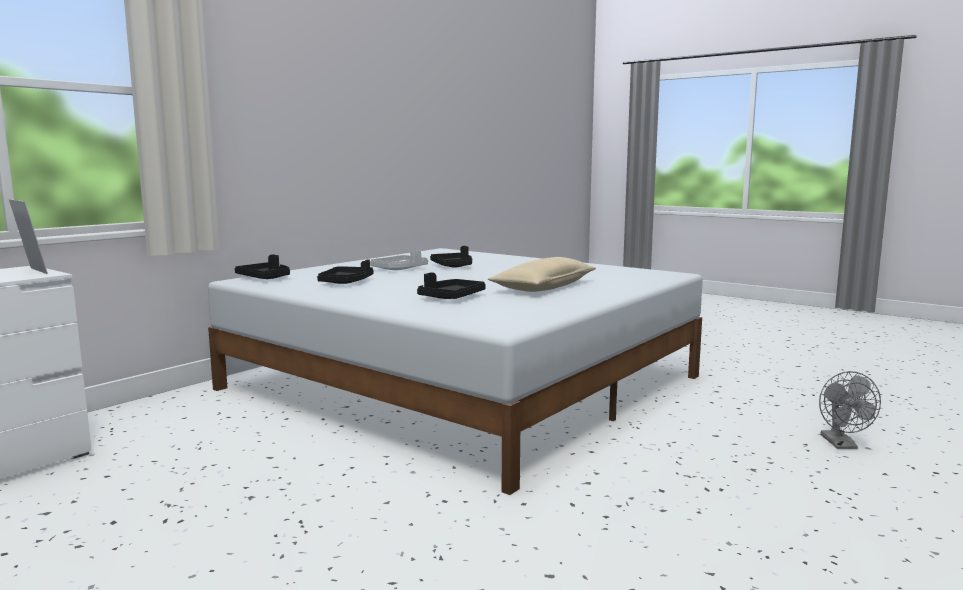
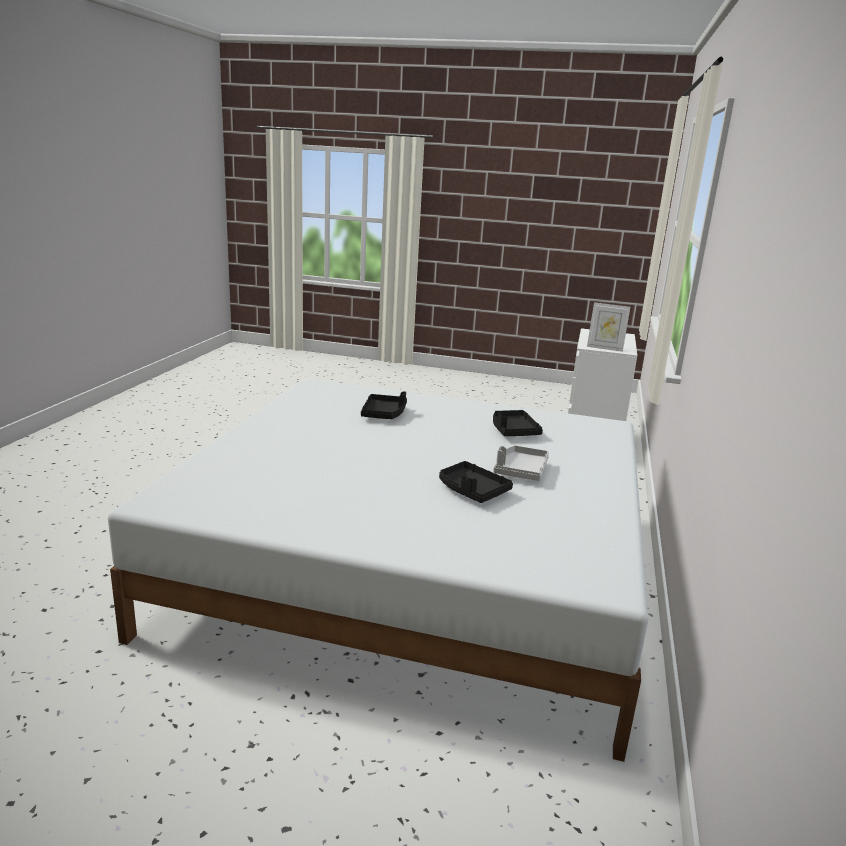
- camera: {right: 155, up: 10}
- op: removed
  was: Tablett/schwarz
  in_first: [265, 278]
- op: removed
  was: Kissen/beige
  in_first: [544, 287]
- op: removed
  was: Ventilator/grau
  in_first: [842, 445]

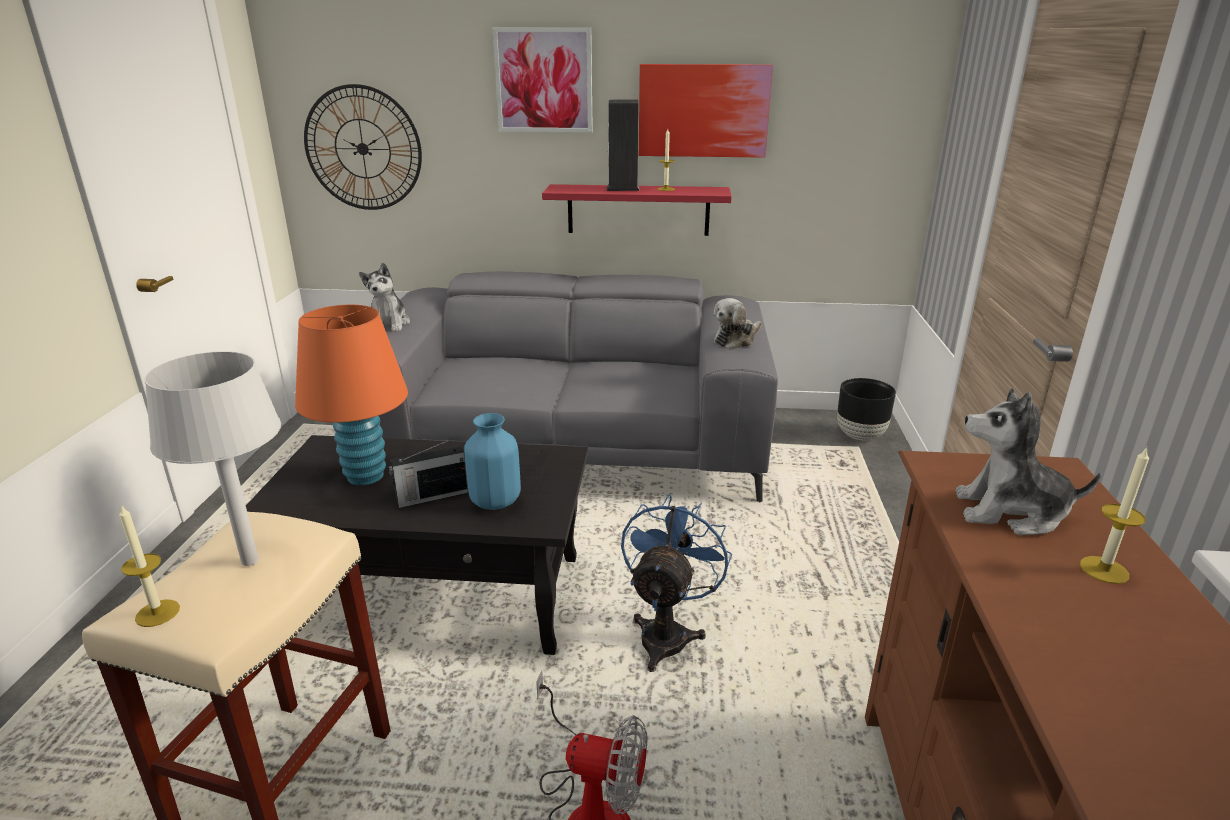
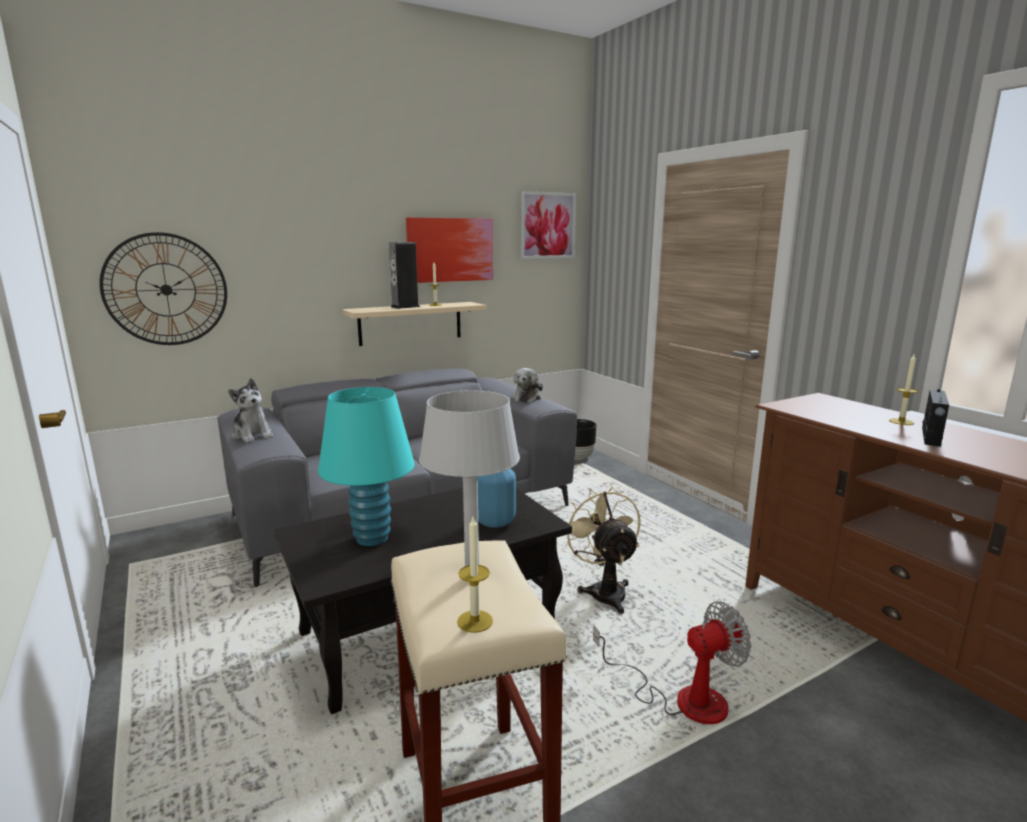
- camera: {right: -35, up: -10}
- op: recoloured
  was: Tischlampe/orange
  now: Tischlampe/türkis
  in_first: [366, 476]
  in_second: [372, 538]
- op: recoloured
  was: Wandregal/rot
  now: Wandregal/beige
  in_first: [638, 210]
  in_second: [410, 323]
- op: moved
  was: Bild
  in_first: [544, 81]
  in_second: [547, 225]
- op: recoloured
  was: Ventilator/blau
  now: Ventilator/beige
  in_first: [667, 633]
  in_second: [604, 591]
- op: moved
  was: Radio
  in_first: [430, 496]
  in_second: [930, 437]
- op: removed
  was: Plüschtier
  in_first: [1010, 512]

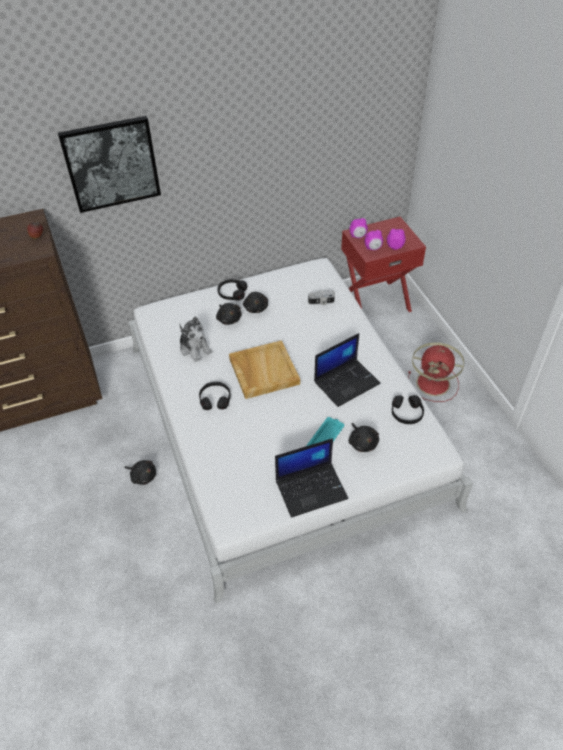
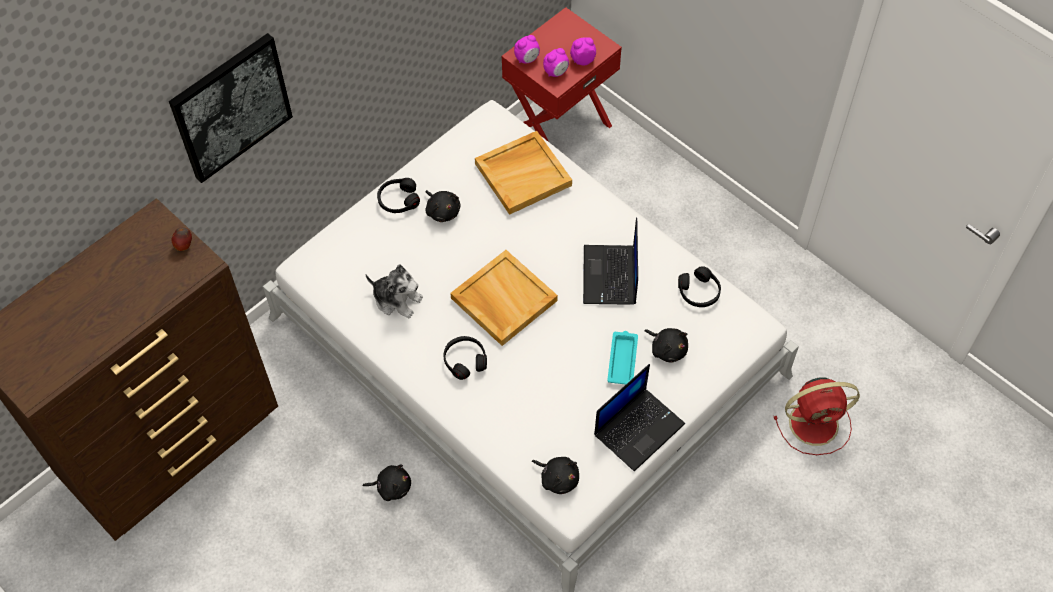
- camera: {right: -25, up: 10}
- op: replaced
  was: Kamera
  now: Tablett/beige
  in_first: [321, 302]
  in_second: [523, 174]
- op: moved
  was: Plüschtier/schwarz
  in_first: [229, 319]
  in_second: [558, 478]
- op: turned
  was: Laptop
  in_first: [347, 382]
  in_second: [610, 276]
  clockwise: 150
- op: moved
  was: Ventilator/rot
  in_first: [434, 383]
  in_second: [816, 423]

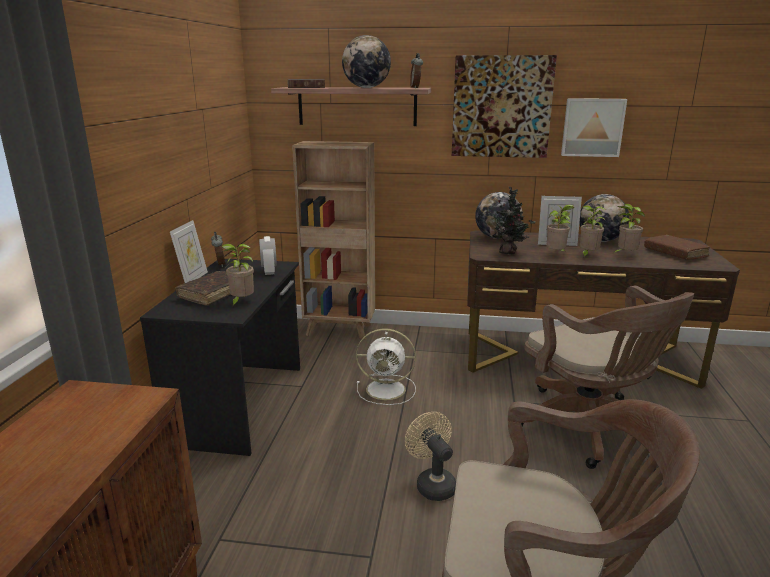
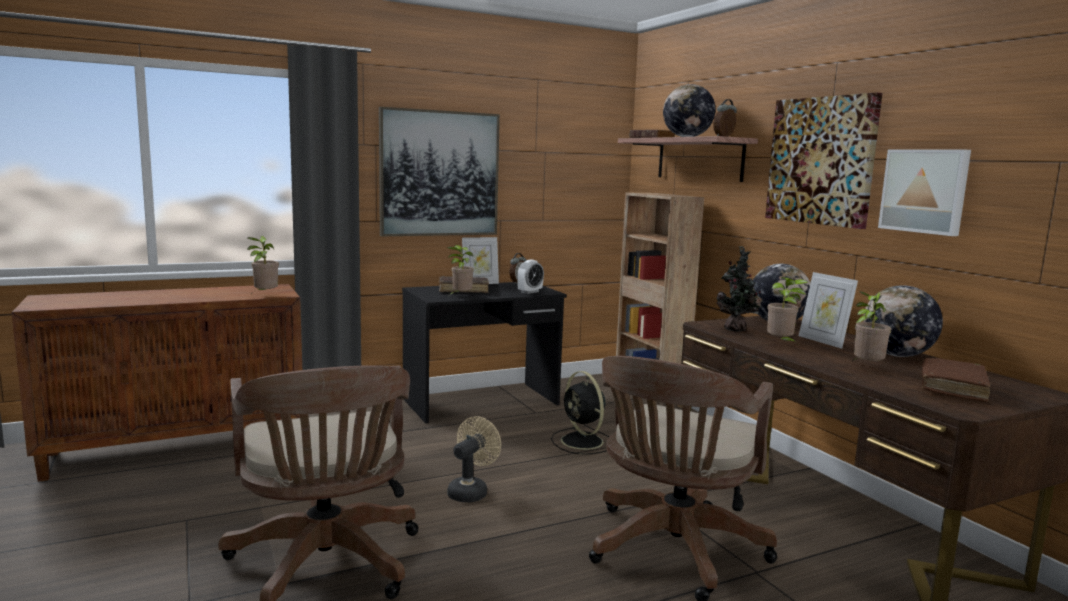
- camera: {right: 55, up: -10}
- op: moved
  was: Topfpflanze
  in_first: [587, 255]
  in_second: [264, 295]
- op: added
  now: Bild
  in_second: [439, 173]
- op: recoloured
  was: Ventilator/weiß
  now: Ventilator/schwarz
  in_first: [387, 389]
  in_second: [583, 442]

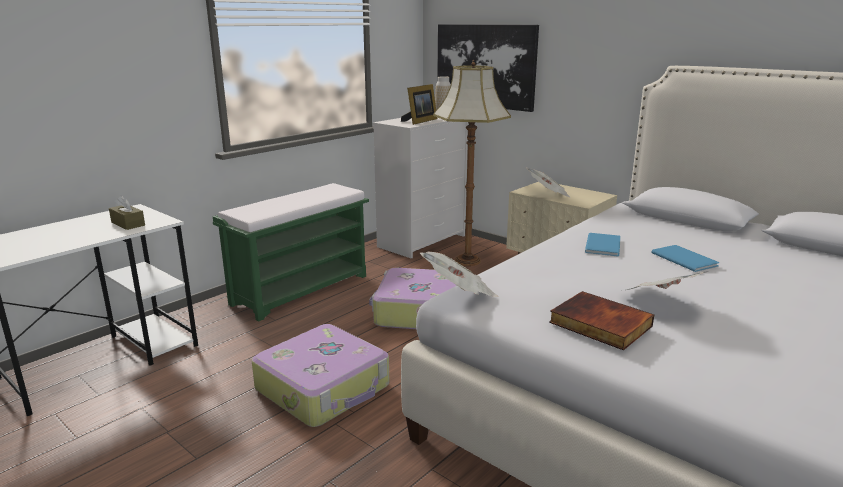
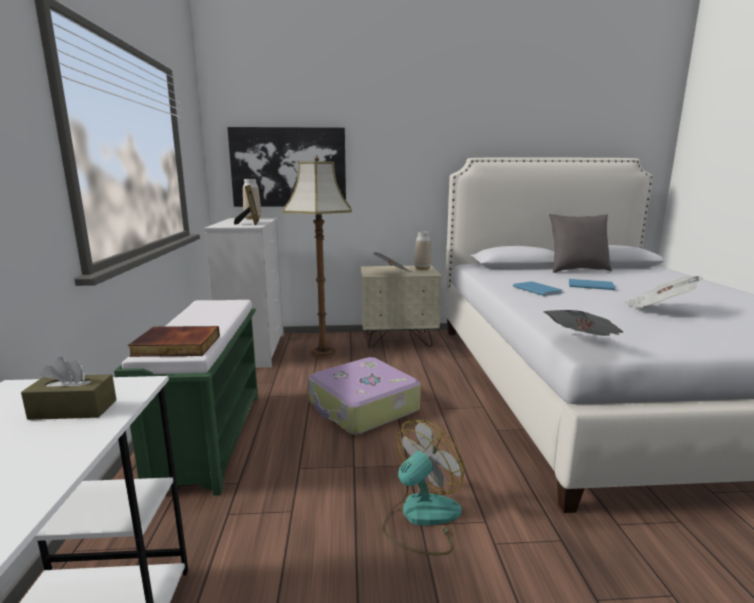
- camera: {right: -45, up: -5}
- op: moved
  was: Buch
  in_first: [599, 324]
  in_second: [176, 346]
- op: replaced
  was: Koffer
  now: Ventilator
  in_first: [324, 388]
  in_second: [421, 518]
- op: added
  now: Vase
  in_second: [422, 269]
- op: added
  now: Kissen/grau
  in_second: [576, 270]

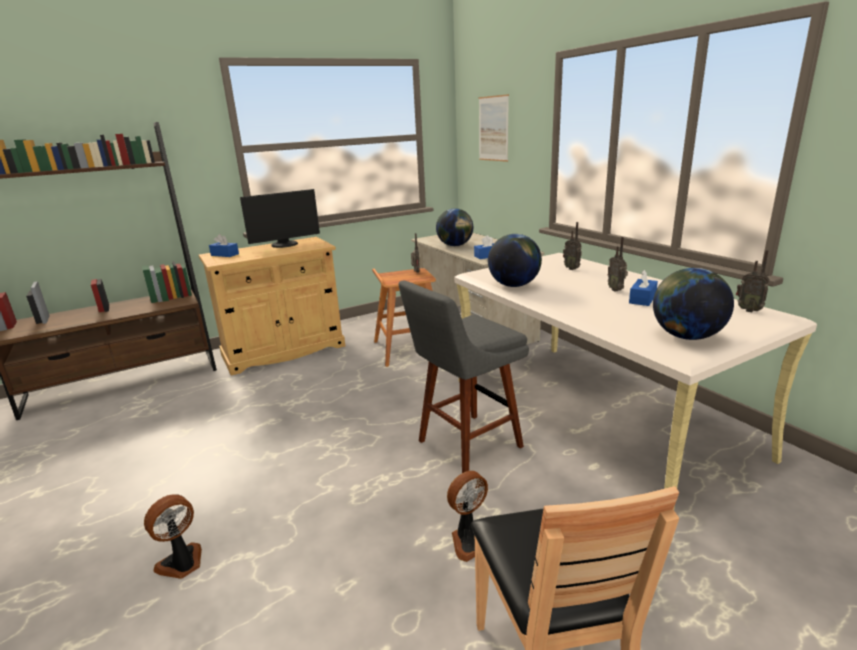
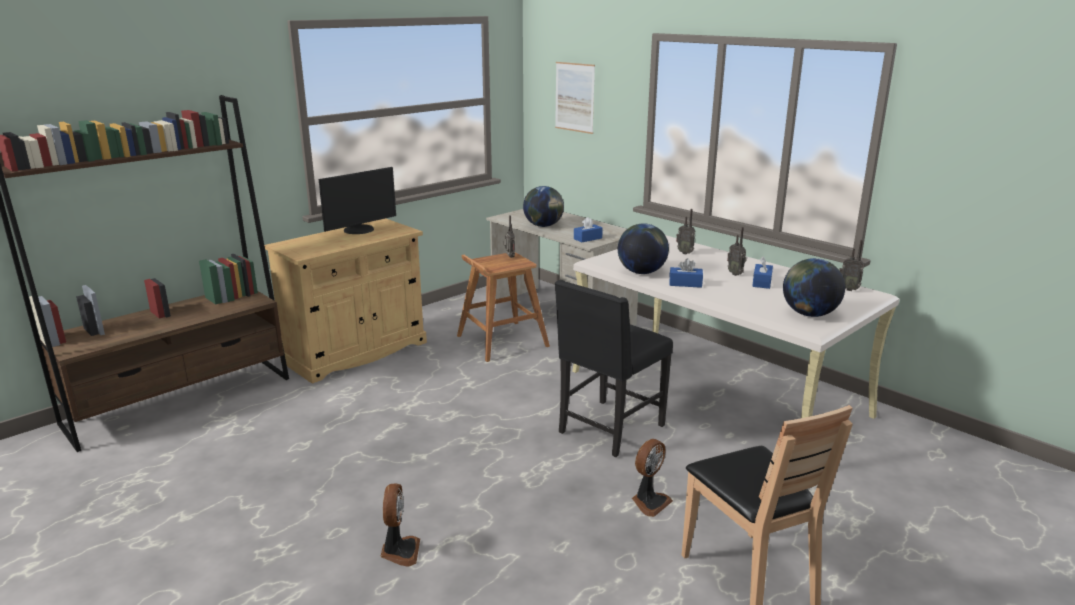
- camera: {right: -15, up: 0}
- op: turned
  was: Ventilator
  in_first: [182, 564]
  in_second: [399, 551]
  clockwise: 150
- op: replaced
  was: Hocker/grau
  now: Stuhl/schwarz
  in_first: [465, 446]
  in_second: [609, 429]
- op: moved
  was: Taschentuchbox/blau
  in_first: [225, 254]
  in_second: [685, 283]

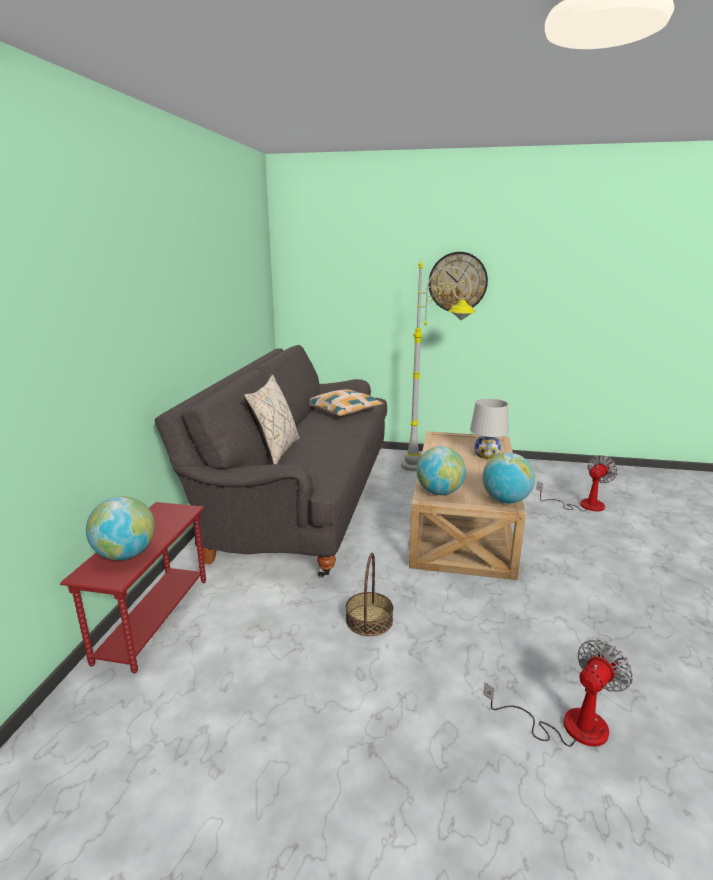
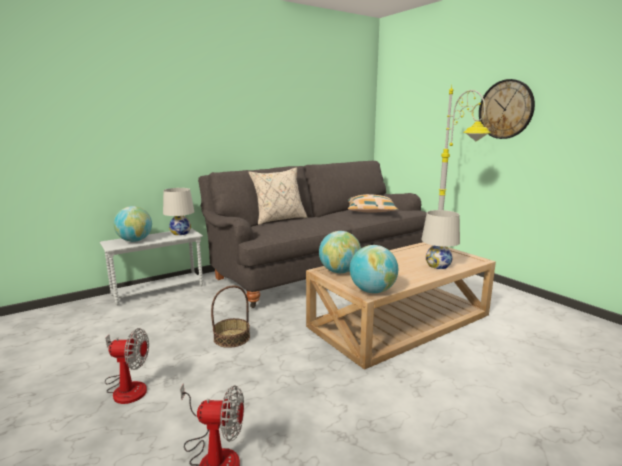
- camera: {right: 45, up: -5}
- op: recoloured
  was: Beistelltisch/rot
  now: Beistelltisch/weiß
  in_first: [153, 619]
  in_second: [158, 290]
- op: moved
  was: Ventilator
  in_first: [582, 505]
  in_second: [127, 387]
- op: added
  now: Tischlampe/weiß
  in_second: [180, 233]

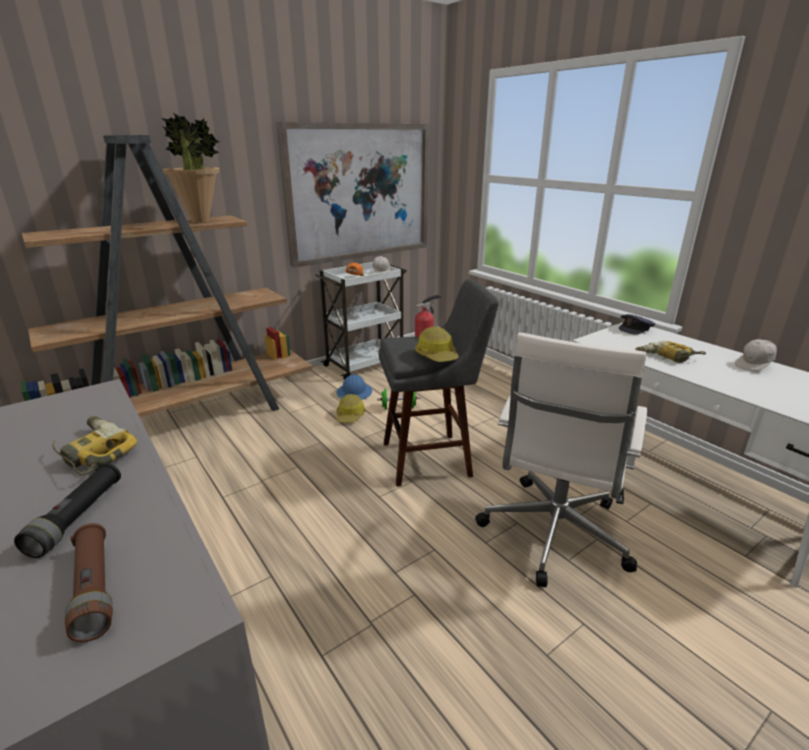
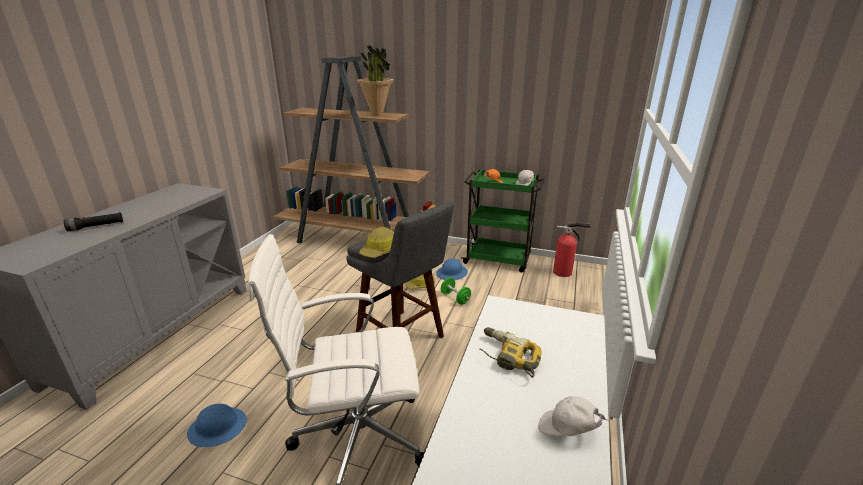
- camera: {right: 55, up: 0}
- op: added
  now: Schutzhelm/blau
  in_second: [218, 427]
- op: recoloured
  was: Rollwagen/weiß
  now: Rollwagen/grün
  in_first: [365, 364]
  in_second: [498, 259]
- op: removed
  was: Bohrmaschine
  in_first: [93, 452]
- op: removed
  was: Taschenlampe/braun
  in_first: [94, 589]
- op: removed
  was: Bild
  in_first: [359, 192]
- op: removed
  was: Kappe/grau
  in_first: [635, 329]

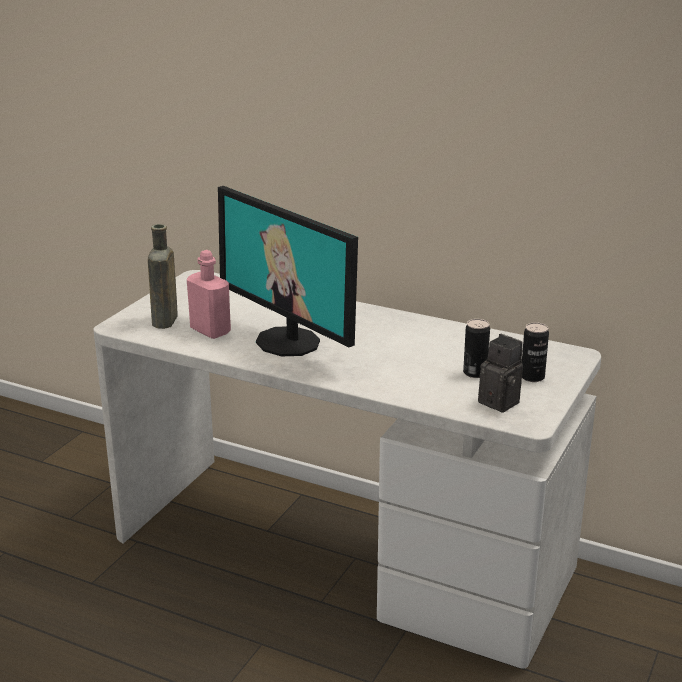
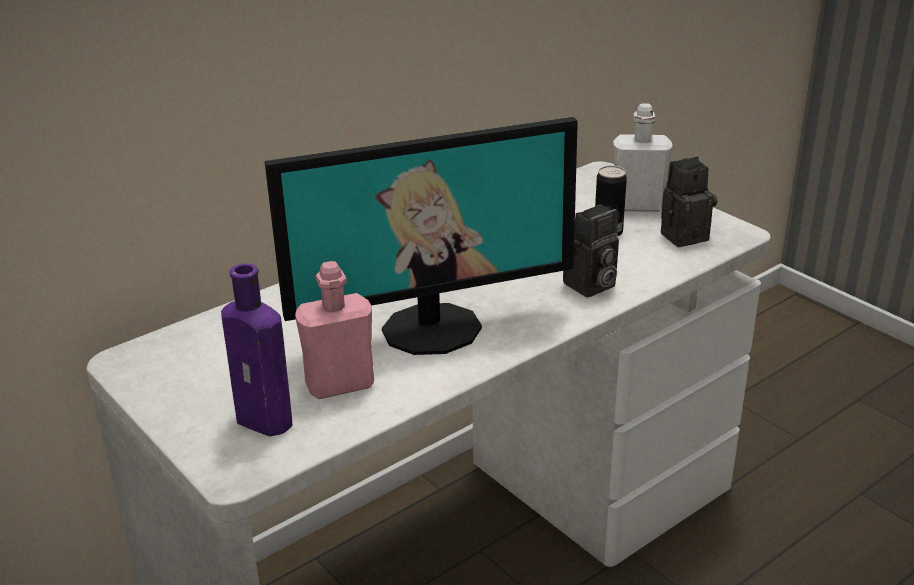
- camera: {right: -65, up: 5}
- op: recoloured
  was: Flasche/braun
  now: Flasche/lila
  in_first: [164, 322]
  in_second: [268, 421]
- op: added
  now: Kamera
  in_second: [589, 286]
- op: replaced
  was: Dose
  now: Flasche/weiß
  in_first: [532, 377]
  in_second: [638, 205]

